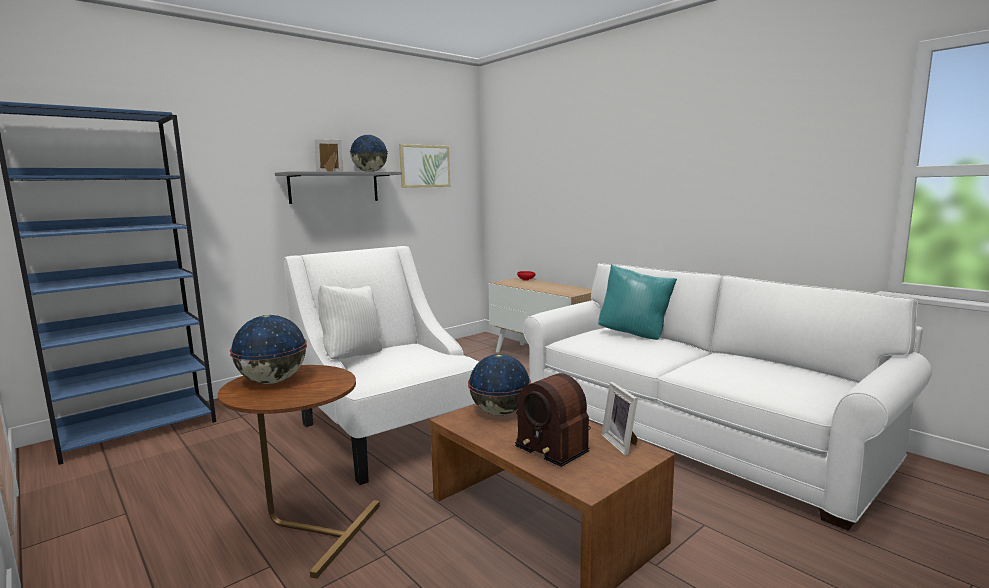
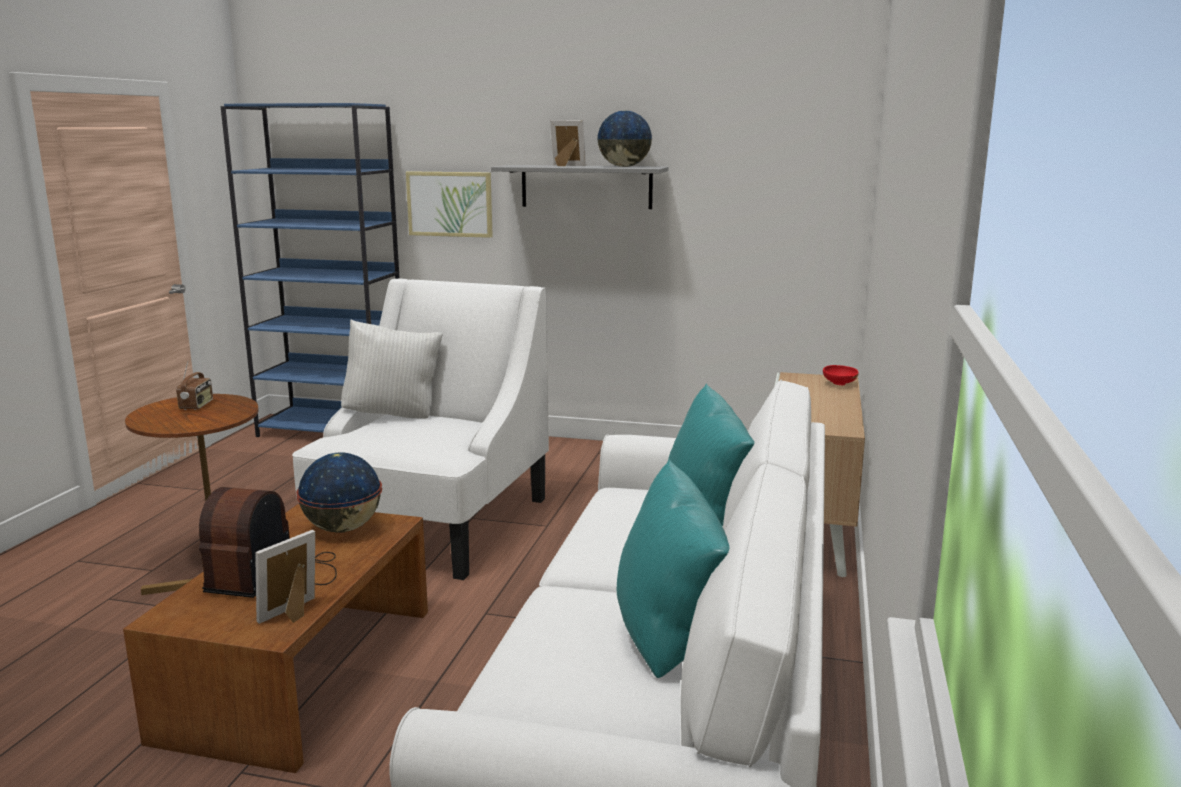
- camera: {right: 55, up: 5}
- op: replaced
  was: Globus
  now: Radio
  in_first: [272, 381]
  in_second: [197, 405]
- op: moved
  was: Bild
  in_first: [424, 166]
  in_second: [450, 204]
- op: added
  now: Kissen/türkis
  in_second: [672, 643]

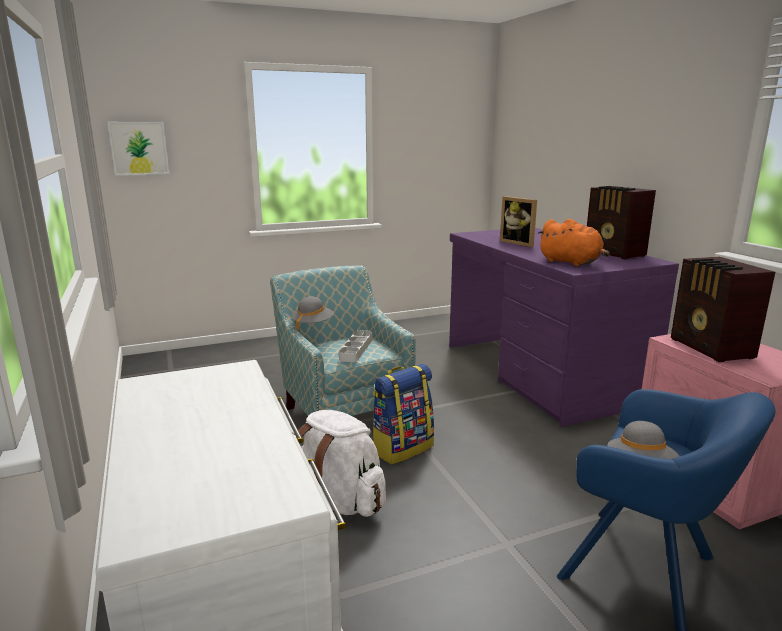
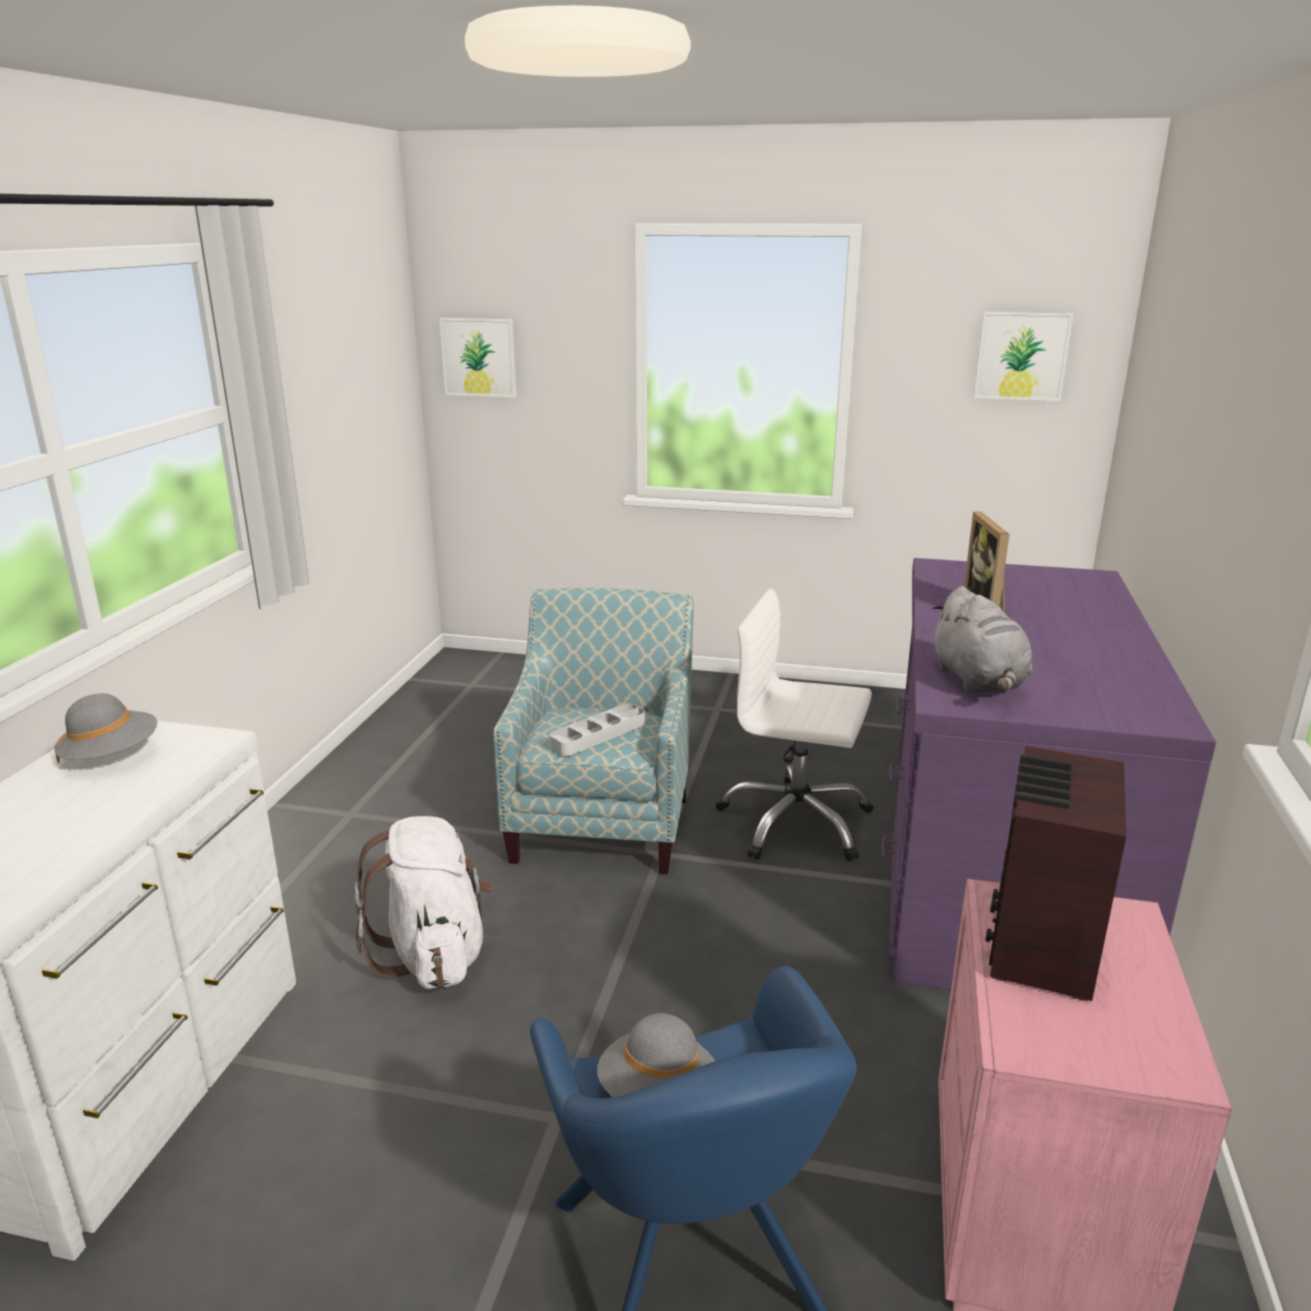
- camera: {right: 35, up: 5}
- op: moved
  was: Hut/grau
  in_first: [313, 324]
  in_second: [111, 756]
- op: added
  now: Bürostuhl/weiß
  in_second: [795, 823]
- op: recoloured
  was: Plüschtier/orange
  now: Plüschtier/grau
  in_first: [571, 263]
  in_second: [979, 681]
- op: added
  now: Bild
  in_second: [1021, 356]
- op: removed
  was: Rucksack
  in_first: [402, 448]
- op: removed
  was: Radio
  in_first: [614, 253]

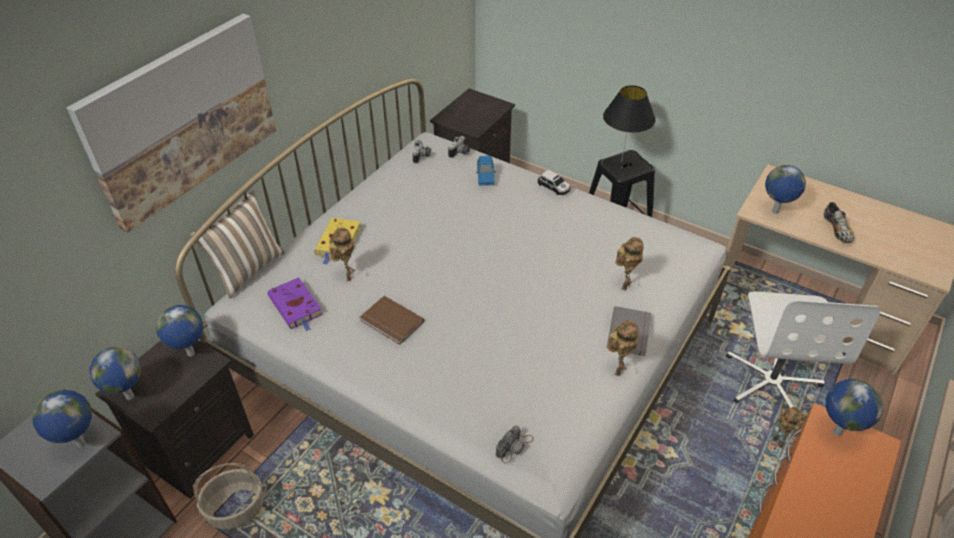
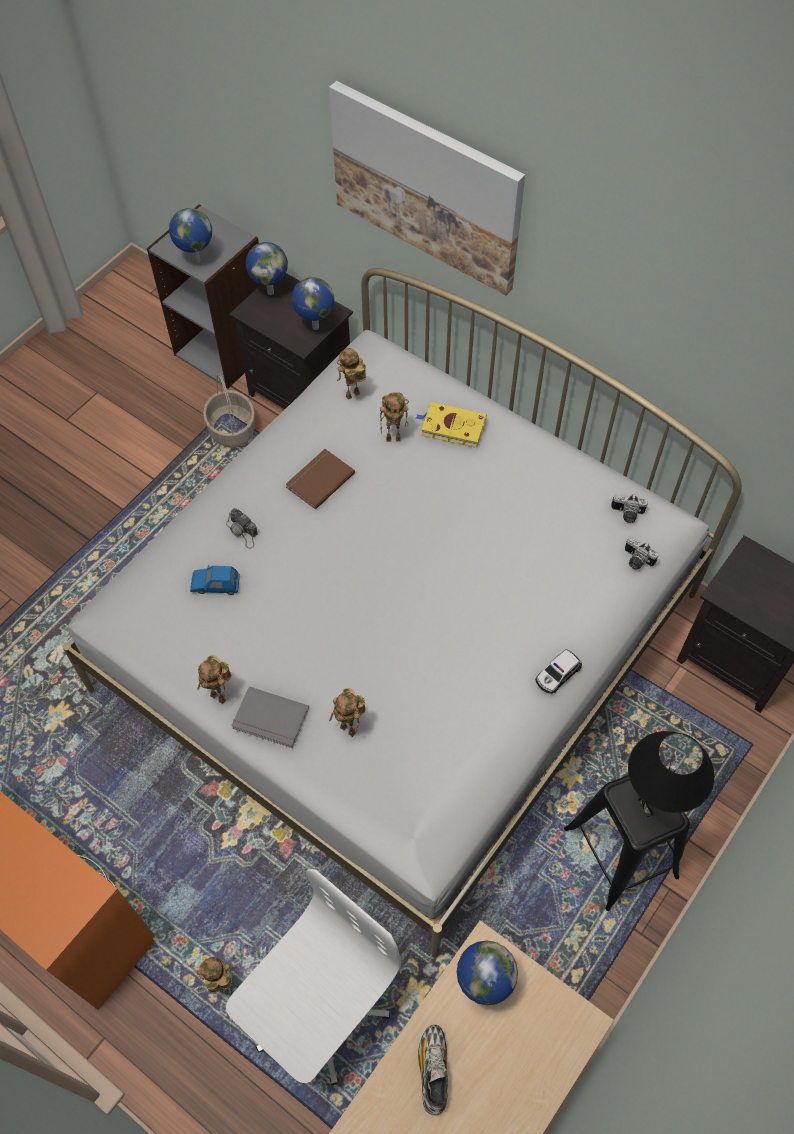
- camera: {right: 95, up: 15}
- op: moved
  was: Spielzeugauto/blau
  in_first: [485, 177]
  in_second: [215, 584]
- op: moved
  was: Kamera
  in_first: [514, 446]
  in_second: [242, 532]
- op: turned
  was: Bürostuhl/weiß
  in_first: [772, 382]
  in_second: [318, 1010]
  clockwise: 120
- op: replaced
  was: Buch/lila
  now: Spielzeugroboter
  in_first: [296, 307]
  in_second: [352, 396]
- op: turned
  was: Schuh
  in_first: [836, 230]
  in_second: [433, 1071]
  clockwise: 90
- op: removed
  was: Kissen
  in_first: [248, 269]
- op: removed
  was: Globus
  in_first: [835, 432]

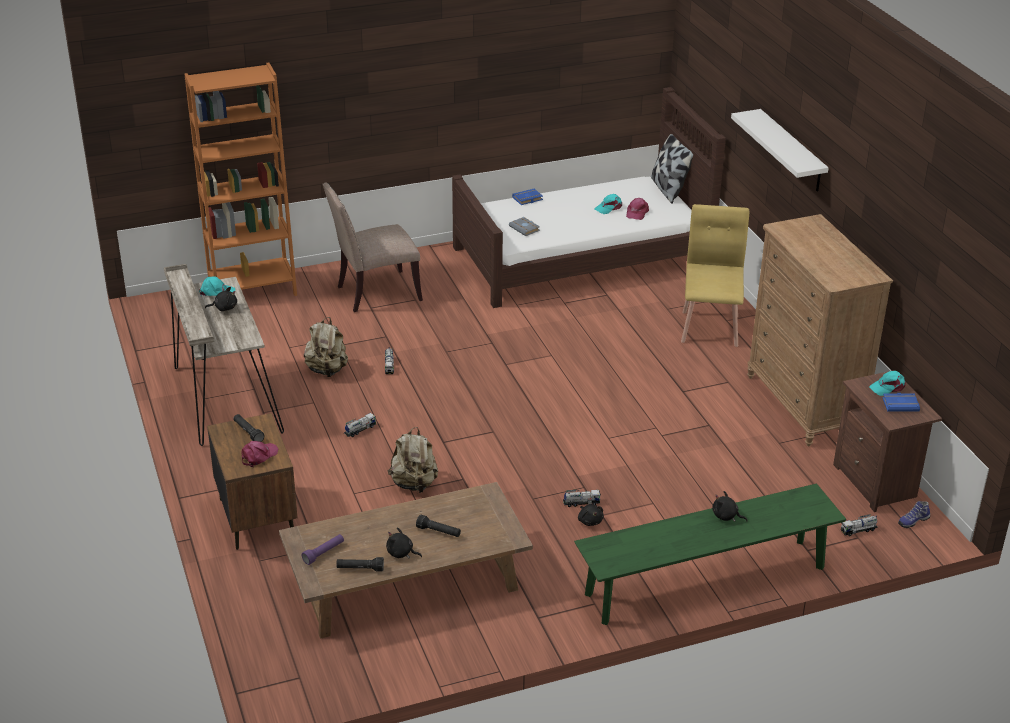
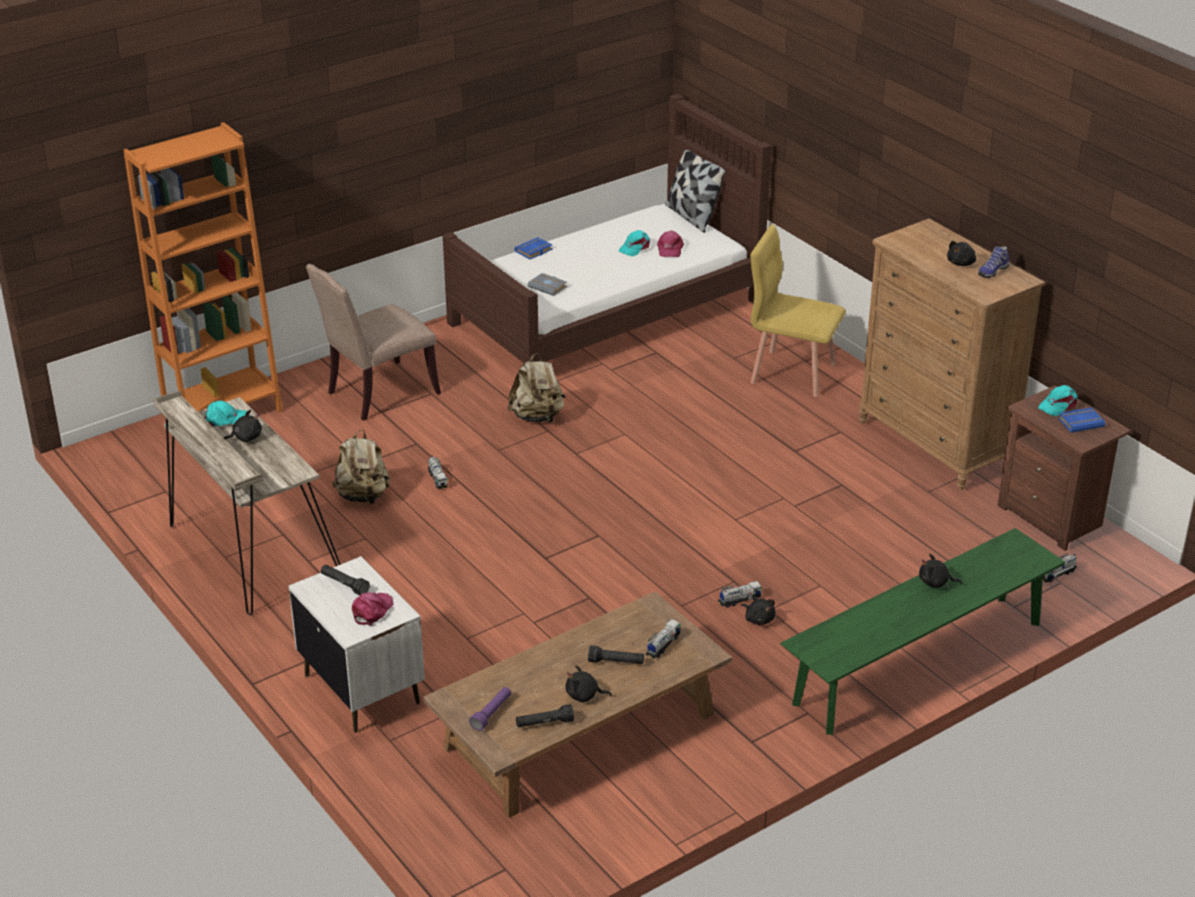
- camera: {right: -15, up: 0}
- op: recoloured
  was: Nachttisch/braun
  now: Nachttisch/weiß
  in_first: [257, 517]
  in_second: [362, 689]
- op: moved
  was: Rucksack/beige
  in_first: [414, 484]
  in_second: [537, 417]
- op: moved
  was: Spielzeuglaster
  in_first: [360, 430]
  in_second: [663, 645]
- op: turned
  was: Stuhl/gelb
  in_first: [710, 328]
  in_second: [792, 373]
  clockwise: -60
- op: added
  now: Plüschtier/schwarz
  in_second: [961, 263]
- op: moved
  was: Schuh
  in_first: [913, 521]
  in_second: [992, 271]
- op: removed
  was: Wandregal/weiß
  in_first: [791, 151]

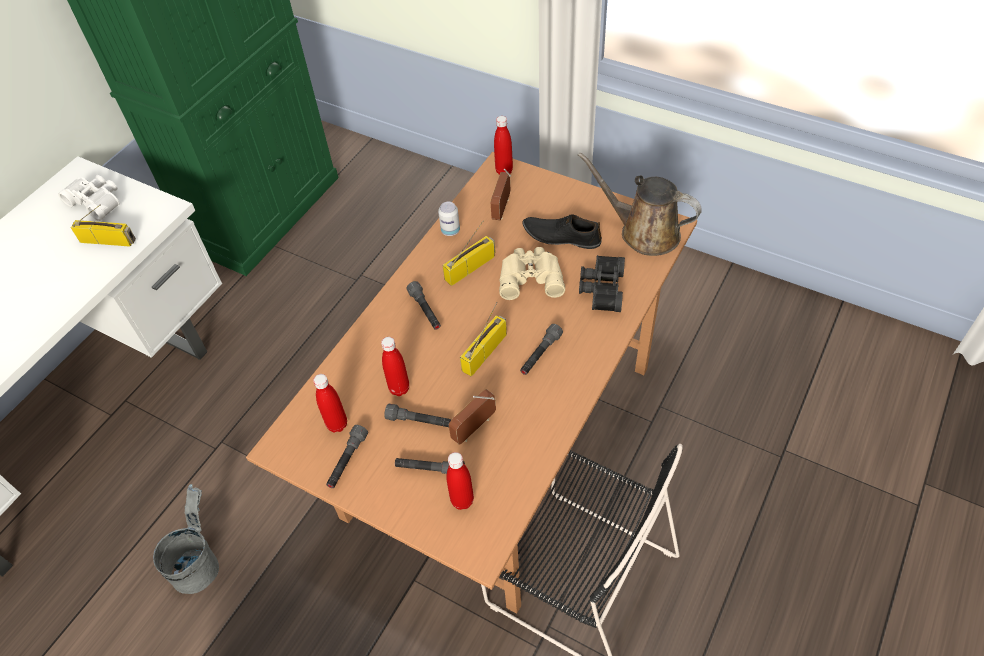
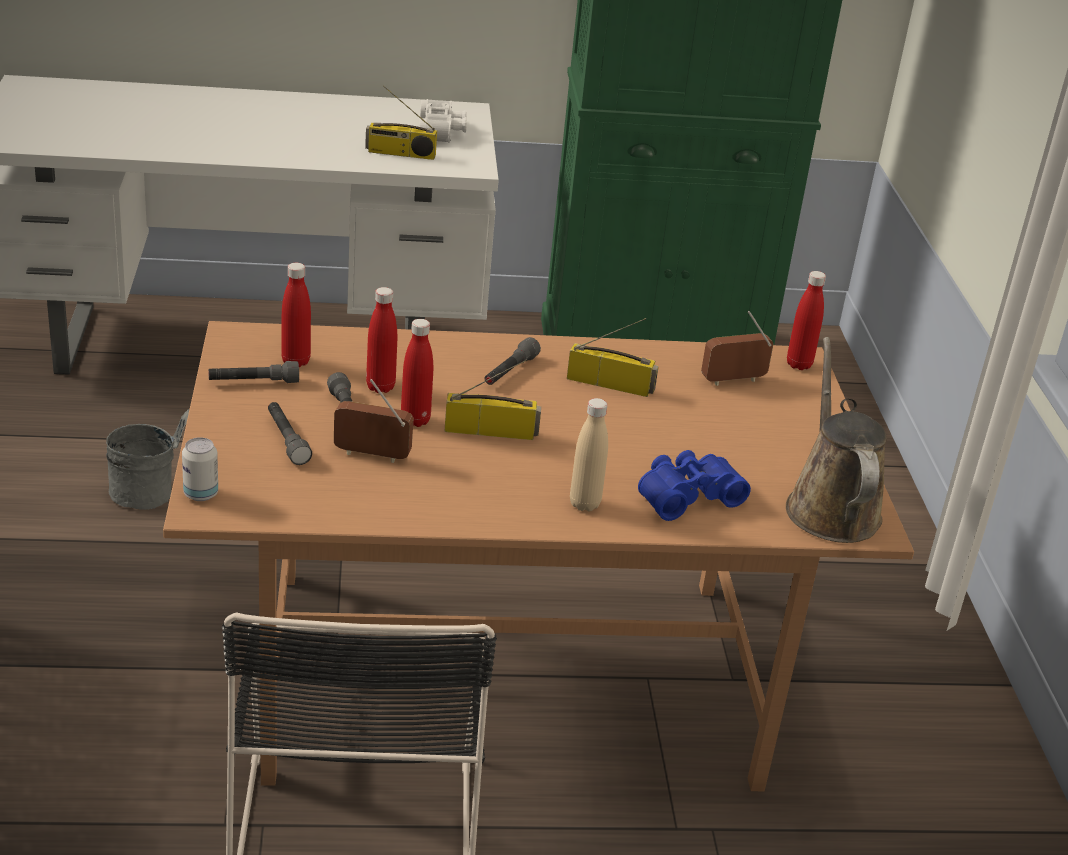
- camera: {right: 50, up: -20}
- op: moved
  was: Dose
  in_first: [450, 231]
  in_second: [201, 494]
- op: turned
  was: Radio
  in_first: [109, 240]
  in_second: [400, 153]
  clockwise: 120
- op: moved
  was: Flasche/rot
  in_first: [462, 500]
  in_second: [415, 420]
- op: added
  now: Flasche/beige
  in_second: [584, 504]
- op: recoloured
  was: Fernglas/schwarz
  now: Fernglas/blau
  in_first: [600, 289]
  in_second: [686, 495]
- op: removed
  was: Fernglas/beige
  in_first: [530, 276]
- op: removed
  was: Taschenlampe/grau
  in_first: [540, 354]
- op: removed
  was: Schuh/schwarz
  in_first: [561, 236]

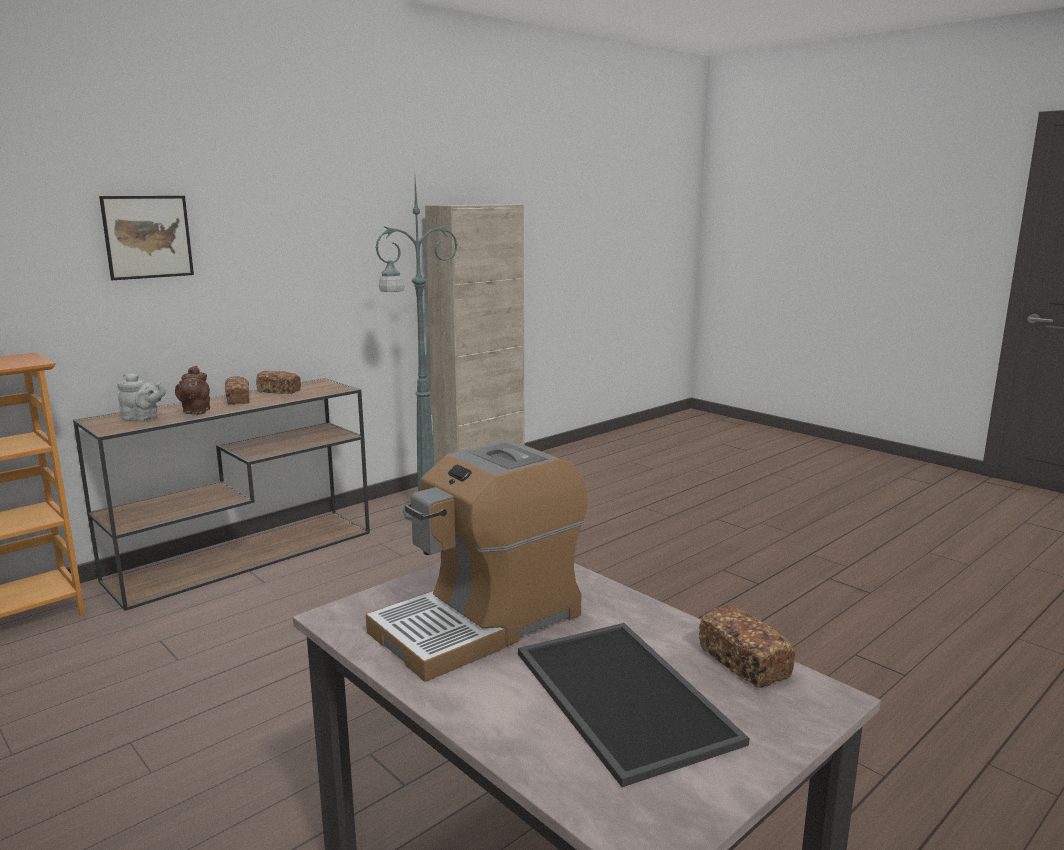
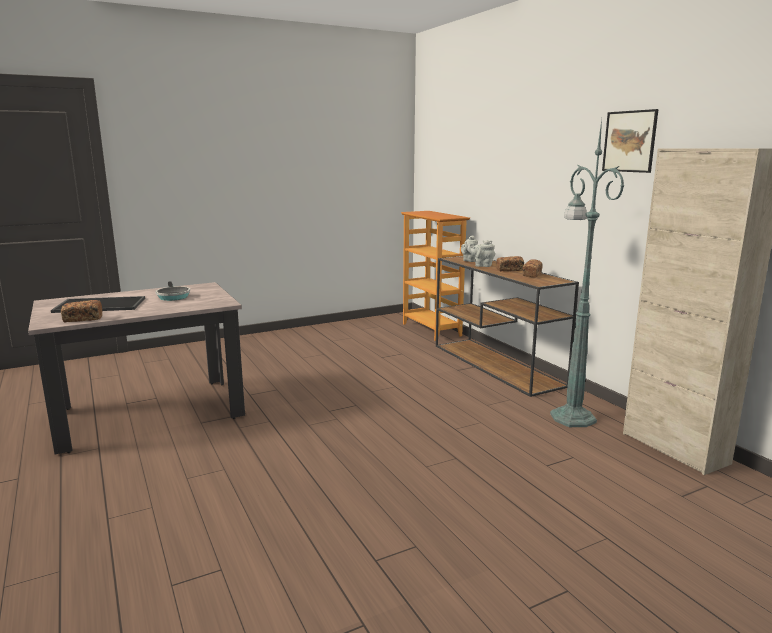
- camera: {right: 105, up: 0}
- op: replaced
  was: Kaffeemaschine
  now: Pfanne
  in_first: [481, 622]
  in_second: [173, 296]
- op: recoloured
  was: Teekanne/braun
  now: Teekanne/grau
  in_first: [195, 412]
  in_second: [481, 265]
- op: moved
  was: Bild
  in_first: [147, 237]
  in_second: [629, 141]

